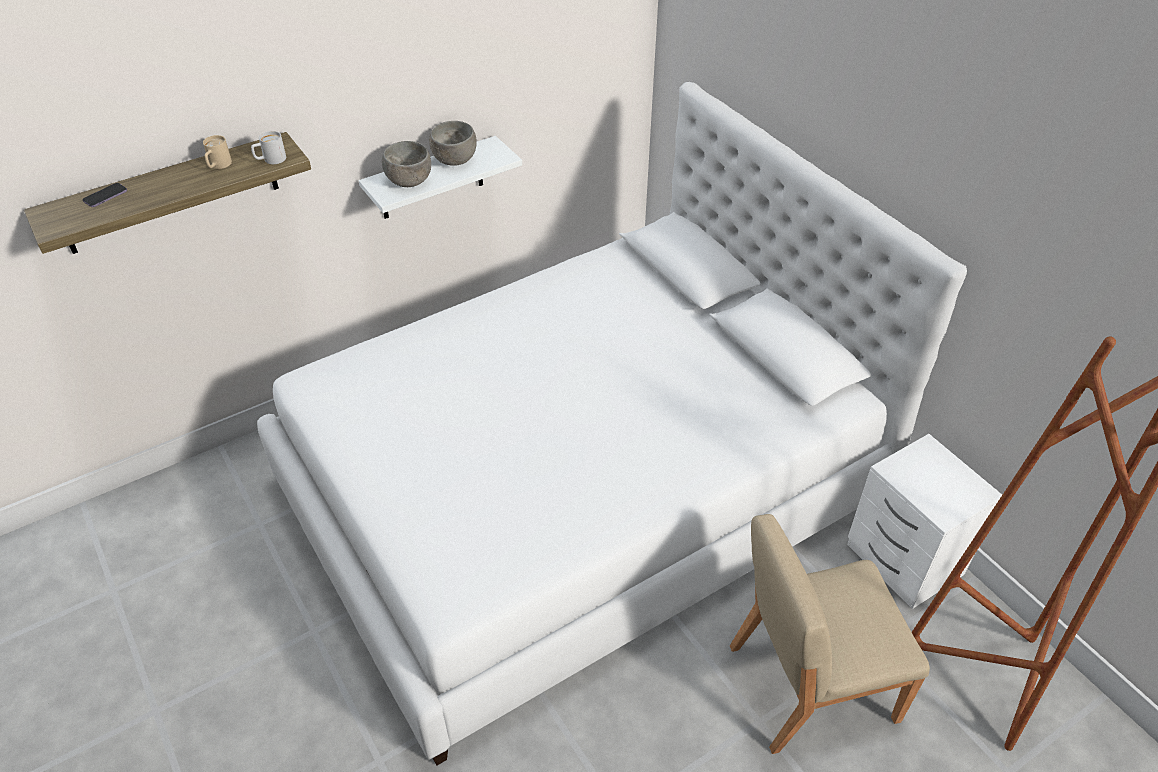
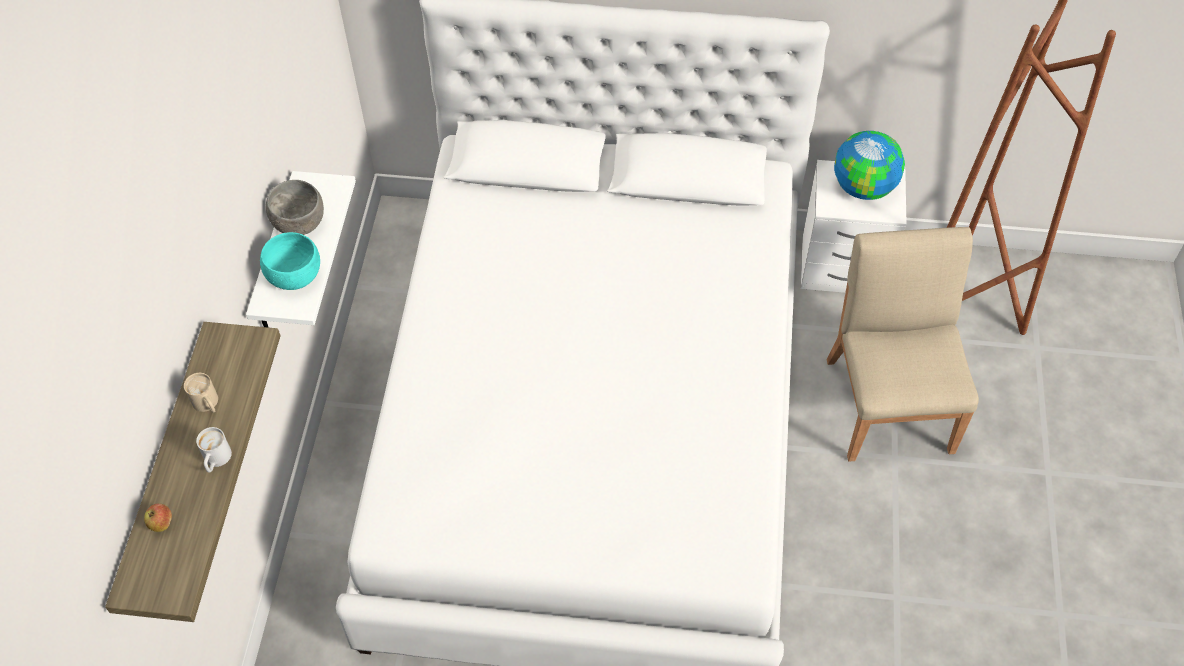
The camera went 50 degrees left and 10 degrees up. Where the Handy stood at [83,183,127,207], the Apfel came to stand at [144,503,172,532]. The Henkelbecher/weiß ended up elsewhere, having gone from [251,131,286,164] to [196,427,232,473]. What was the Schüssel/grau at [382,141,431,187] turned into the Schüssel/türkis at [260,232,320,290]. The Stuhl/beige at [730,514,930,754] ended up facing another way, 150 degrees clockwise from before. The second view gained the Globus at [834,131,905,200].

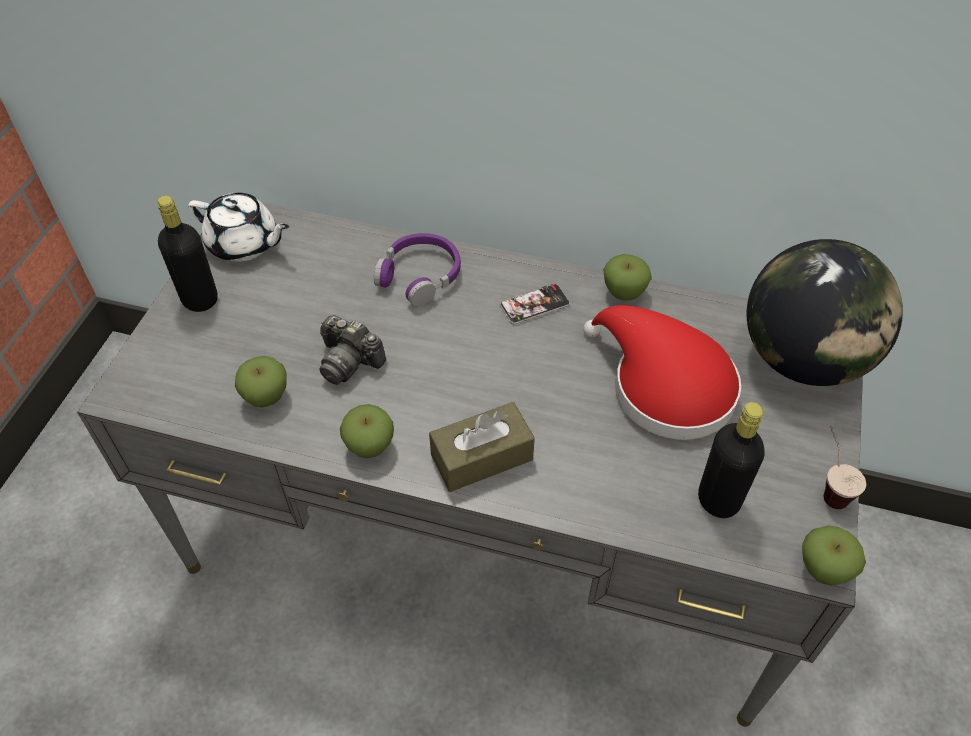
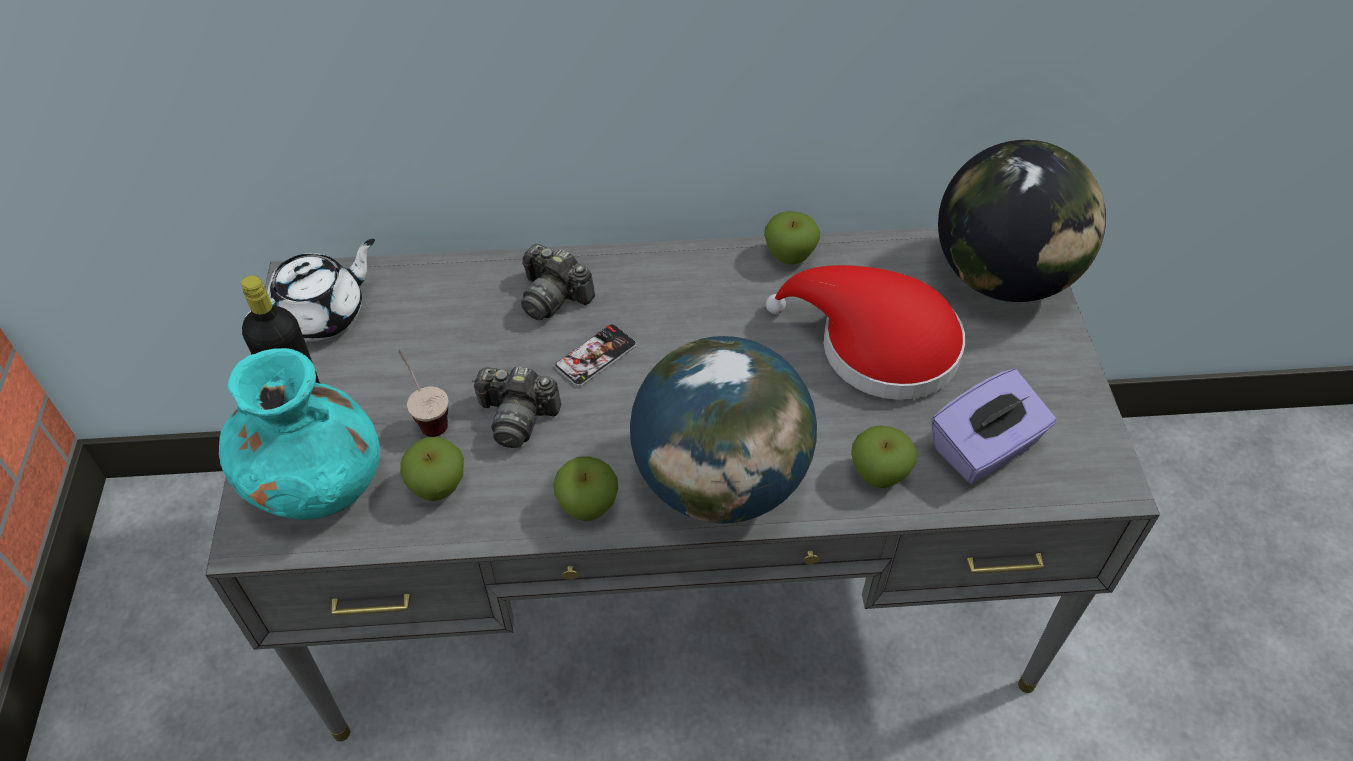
The camera went 20 degrees left and 0 degrees up. The Teekanne/weiß at [188,192,289,262] ended up facing another way, 45 degrees counterclockwise from before. Where the Kopfhörer/lila stood at [374,233,461,307], the Kamera came to stand at [521,244,595,320]. Where the Taschentuchbox/braun stood at [429,402,535,492], the Globus came to stand at [630,336,817,523]. The Handy ended up elsewhere, having gone from [500,284,570,324] to [555,324,637,387]. Where the Flasche/schwarz stood at [698,402,765,518], the Taschentuchbox/lila came to stand at [931,369,1056,484]. The Apfel ended up elsewhere, having gone from [802,525,866,585] to [851,425,917,488]. The Tasse ended up elsewhere, having gone from [823,425,866,509] to [398,350,449,437]. The second view gained the Vase/türkis at [219,348,380,520].

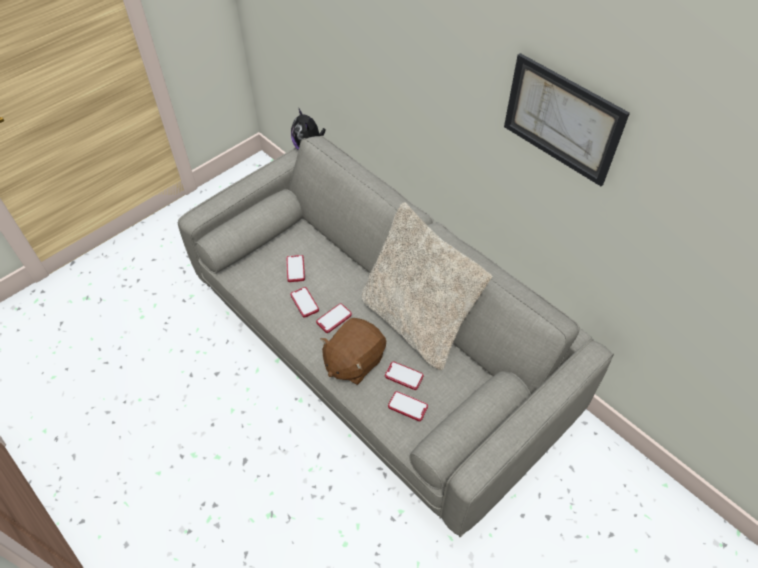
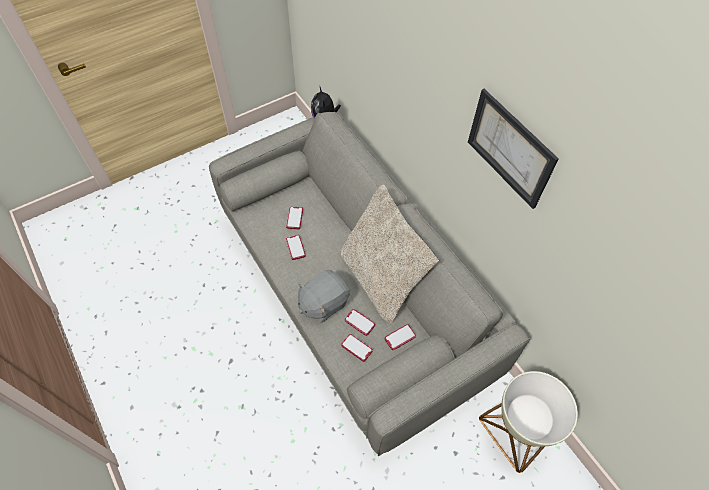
The camera went 10 degrees right and 5 degrees up. The Handy ended up elsewhere, having gone from [316,304,352,333] to [385,324,416,350]. What was the Plüschtier/braun at [320,318,386,385] turned into the Plüschtier/grau at [298,270,350,323]. The second view gained the Pflanzkübel at [479,371,578,473].

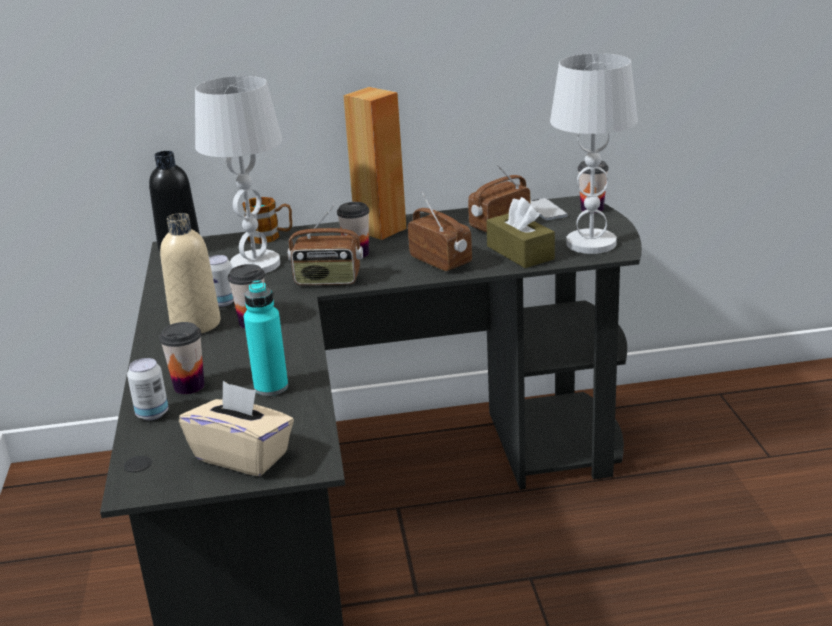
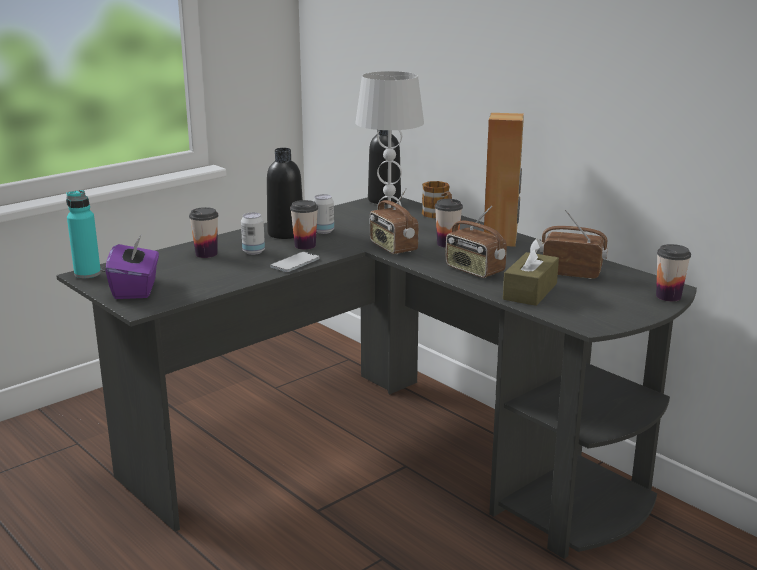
The camera went 55 degrees right and 5 degrees down. The Dose ended up elsewhere, having gone from [127,358,168,420] to [241,212,265,255]. What was the Flasche/beige at [160,213,221,333] turned into the Flasche/schwarz at [267,148,303,239]. What was the Taschentuchbox/beige at [179,381,294,476] turned into the Taschentuchbox/lila at [106,234,159,299]. The Flasche/türkis ended up elsewhere, having gone from [244,280,288,396] to [66,190,101,278]. The Radio at [408,192,472,271] ended up facing another way, 120 degrees clockwise from before. The Handy ended up elsewhere, having gone from [530,198,568,220] to [270,252,320,272]. The second view lost the Tischlampe/weiß at [550,53,638,254].

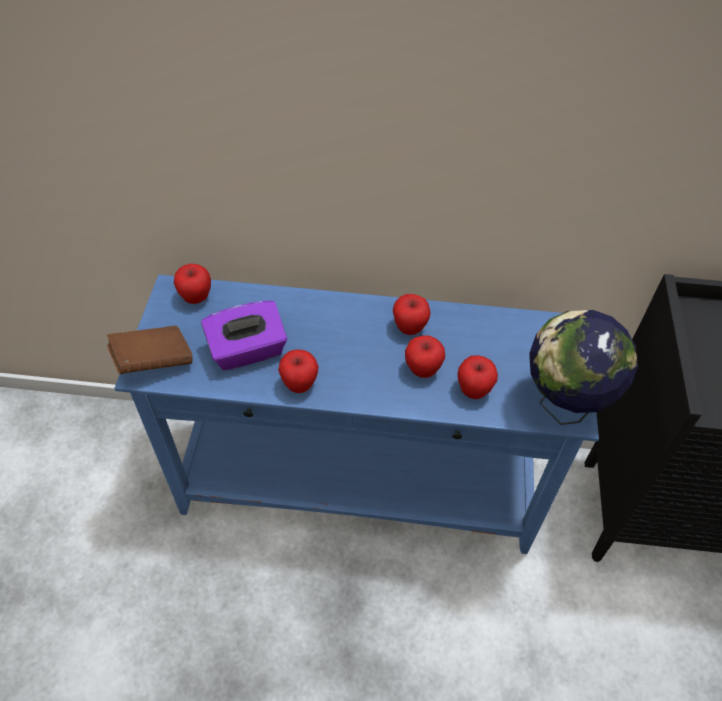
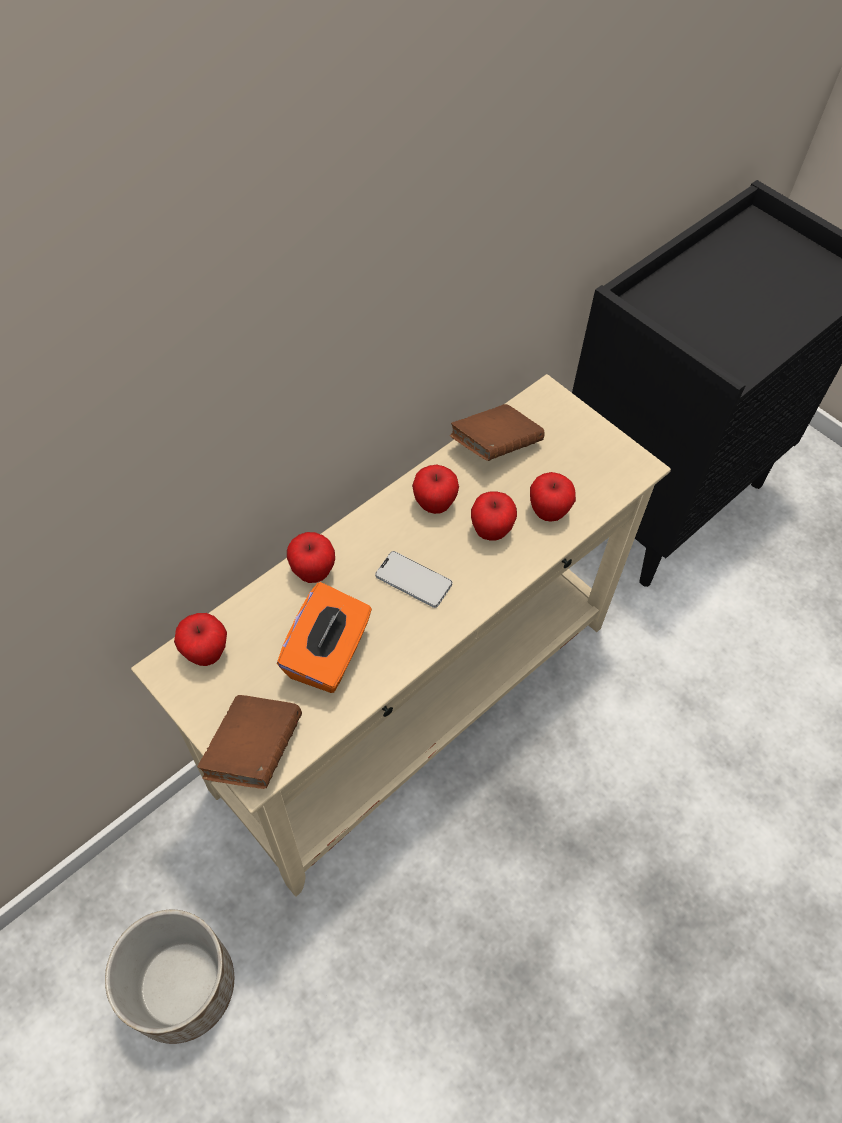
The camera went 50 degrees left and 5 degrees up. What was the Konsolentisch/blau at [114,275,599,554] turned into the Konsolentisch/beige at [131,374,671,897]. What was the Taschentuchbox/lila at [201,301,287,371] turned into the Taschentuchbox/orange at [277,582,372,693]. The Apfel ended up elsewhere, having gone from [278,349,318,393] to [287,532,335,583]. The second view lost the Globus at [529,310,638,425]. The second view gained the Pflanzkübel at [105,910,234,1044]. The second view gained the Handy at [375,551,452,608]. The second view gained the Buch/braun at [450,404,545,461].

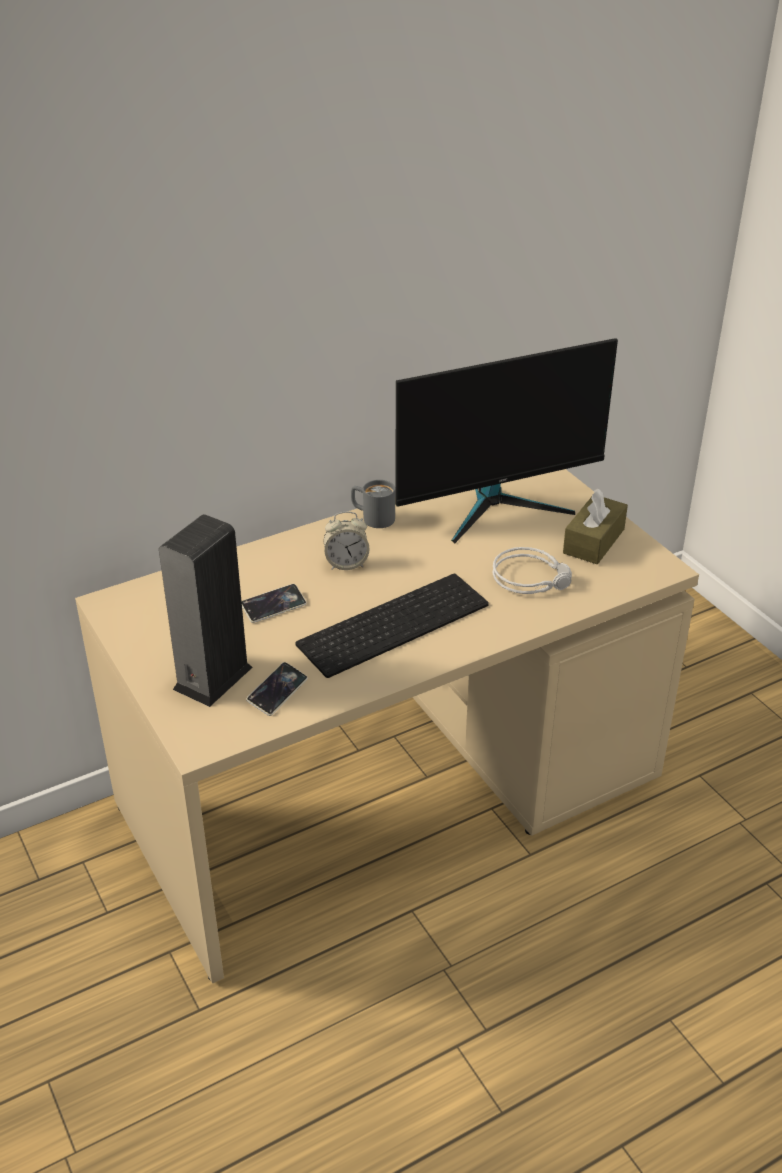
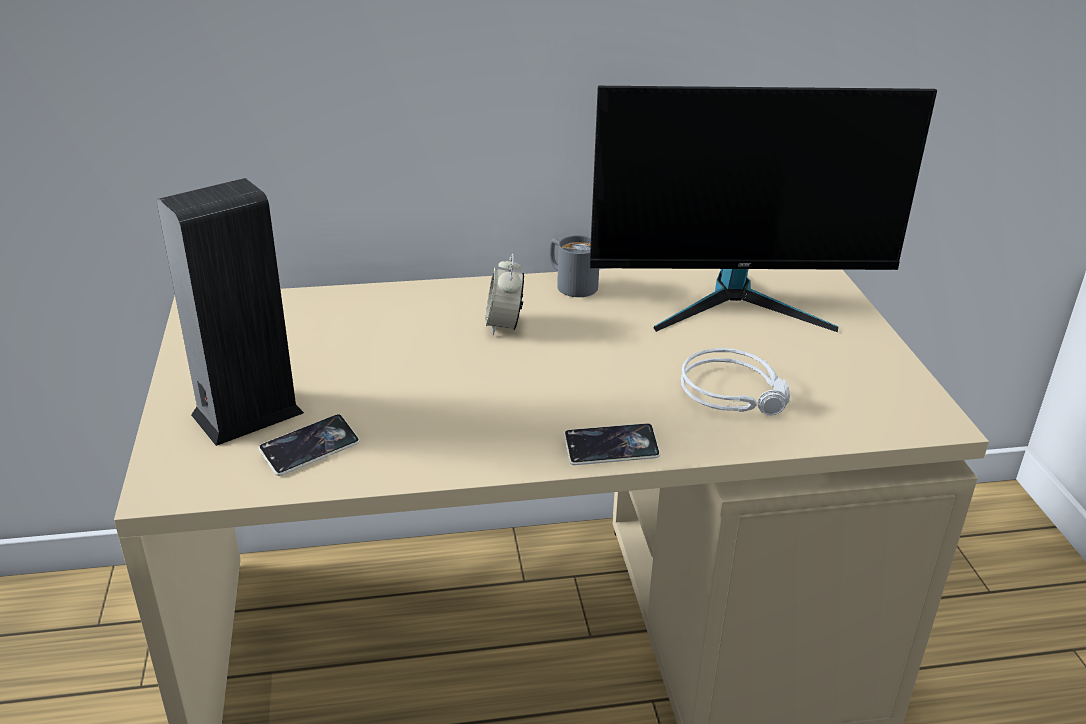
The camera went 20 degrees right and 5 degrees down. The Handy ended up elsewhere, having gone from [242,584,306,623] to [564,423,660,465]. The second view lost the Tastatur at [296,574,489,678]. The Wecker at [324,512,370,570] ended up facing another way, 75 degrees clockwise from before. The second view lost the Taschentuchbox/braun at [563,489,628,564].

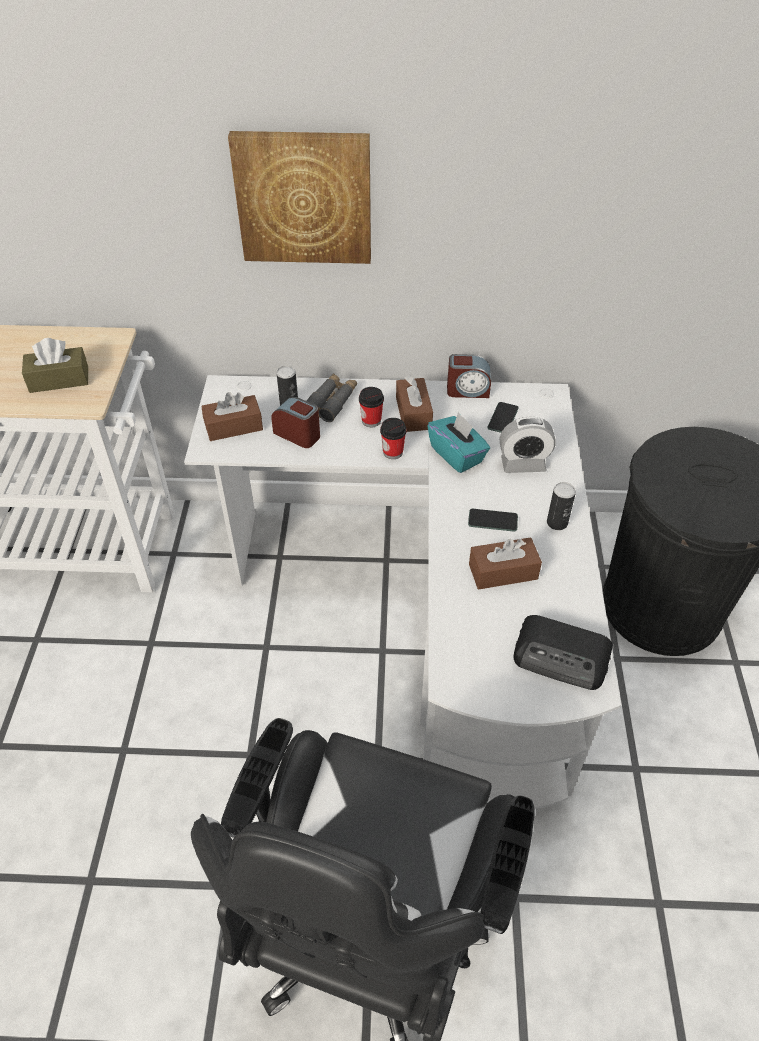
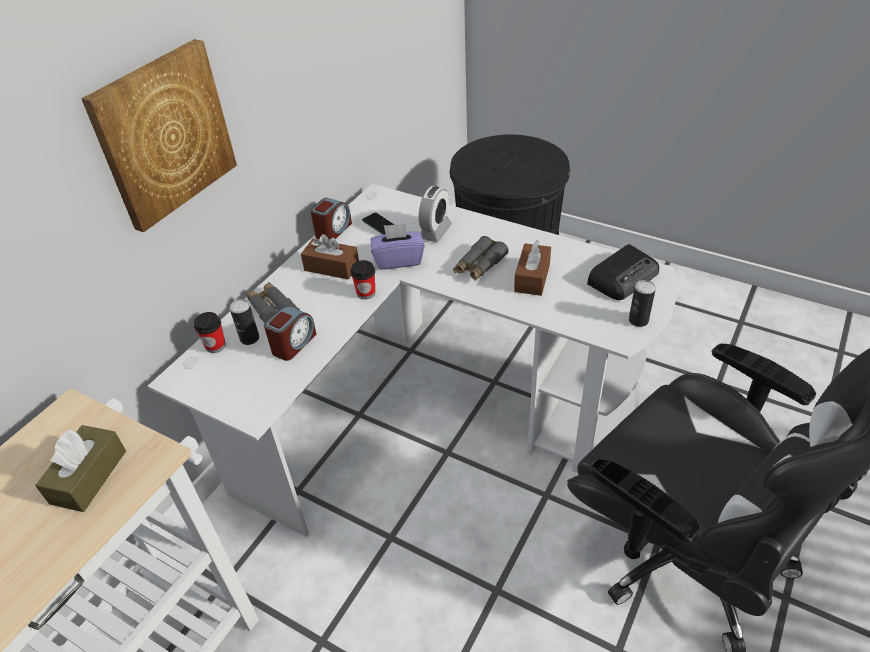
The camera went 60 degrees left and 5 degrees down. The second view lost the Taschentuchbox/braun at [201,392,263,441]. The Wecker at [272,397,320,448] ended up facing another way, 150 degrees clockwise from before. The Tasse ended up elsewhere, having gone from [359,387,384,427] to [194,312,226,353]. What was the Taschentuchbox/türkis at [427,412,490,473] turned into the Taschentuchbox/lila at [371,223,425,270]. Where the Handy stood at [468,509,518,532], the Fernglas/grau came to stand at [453,236,509,281]. The Dose ended up elsewhere, having gone from [547,482,576,530] to [629,280,656,327].

